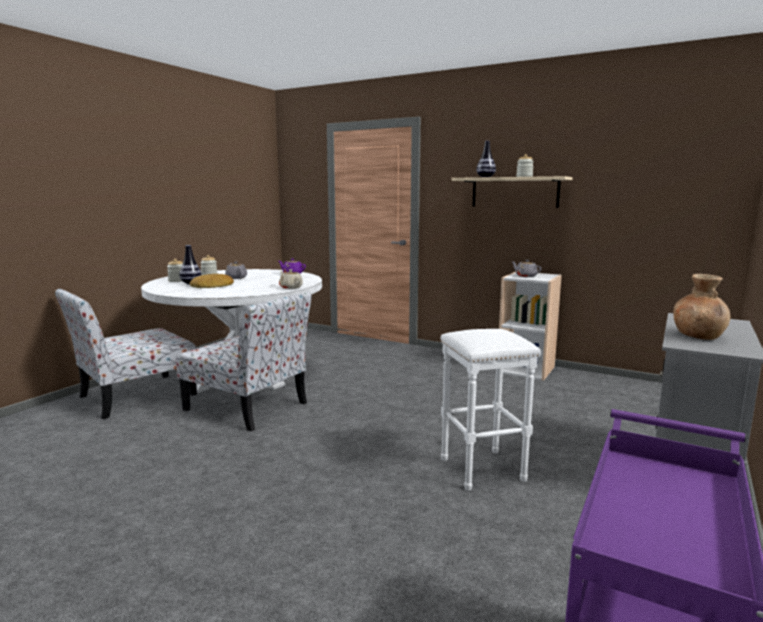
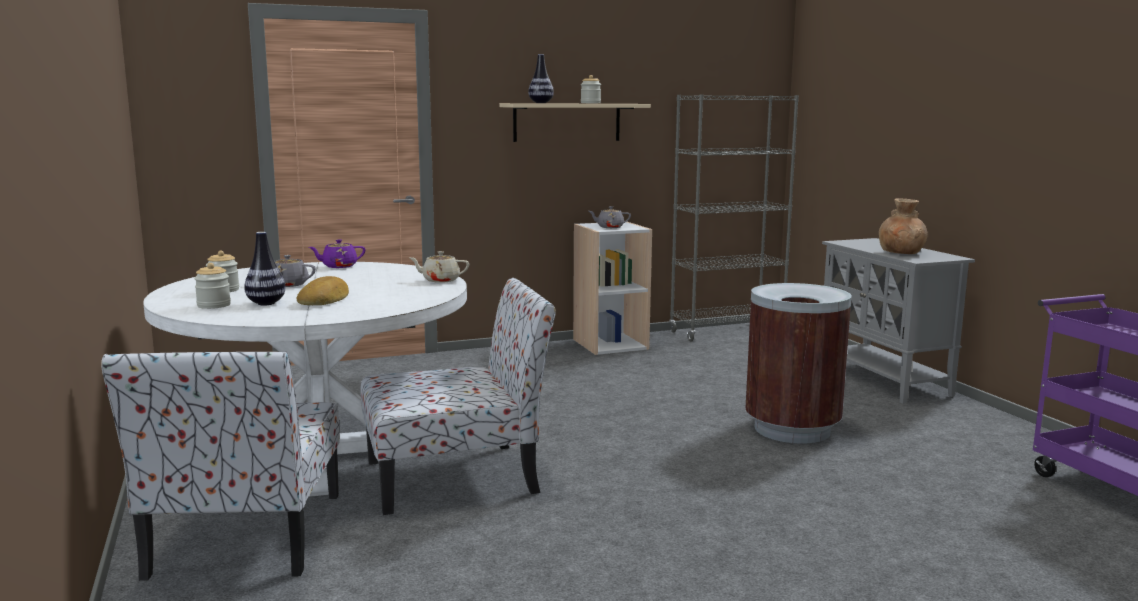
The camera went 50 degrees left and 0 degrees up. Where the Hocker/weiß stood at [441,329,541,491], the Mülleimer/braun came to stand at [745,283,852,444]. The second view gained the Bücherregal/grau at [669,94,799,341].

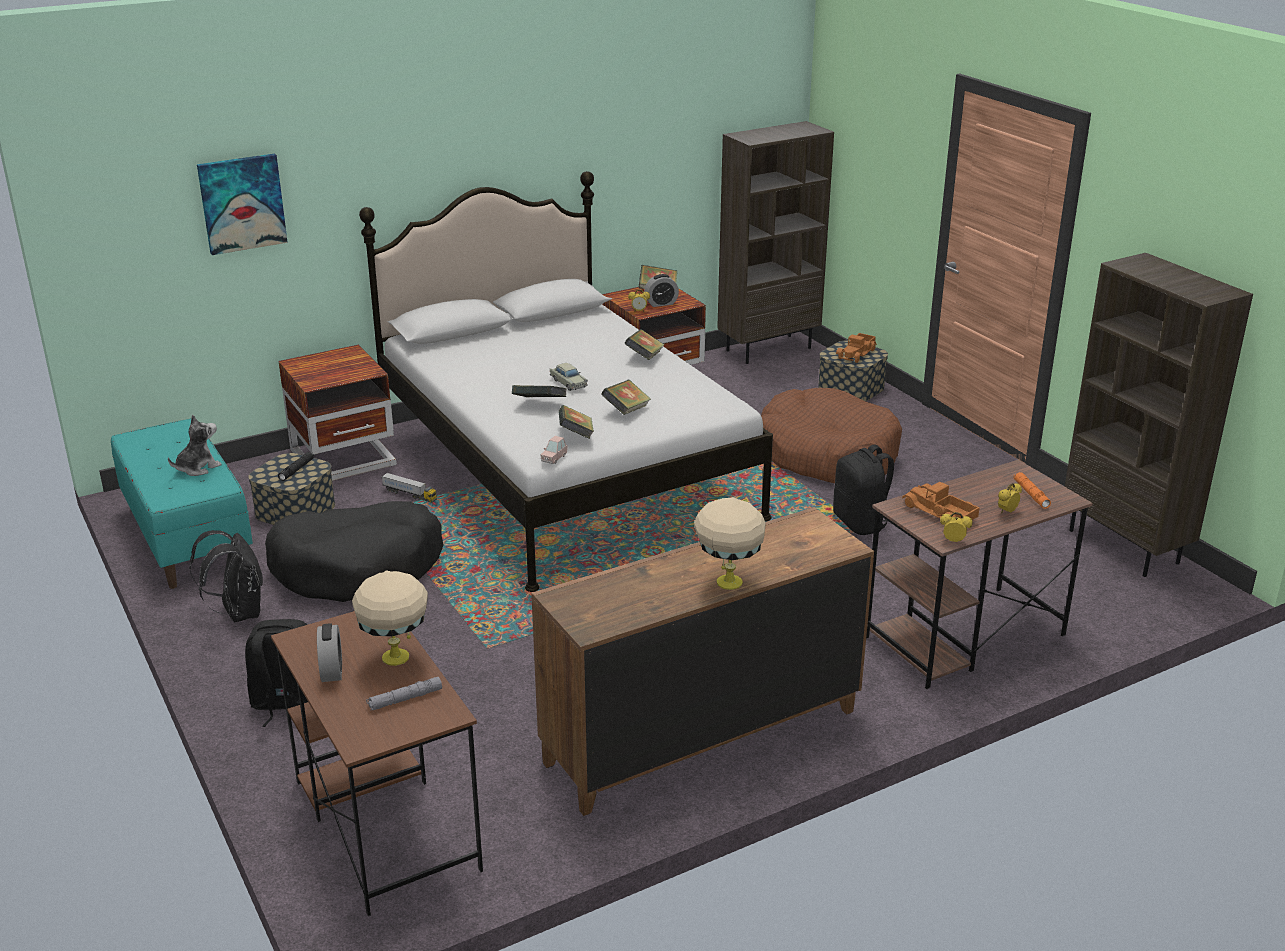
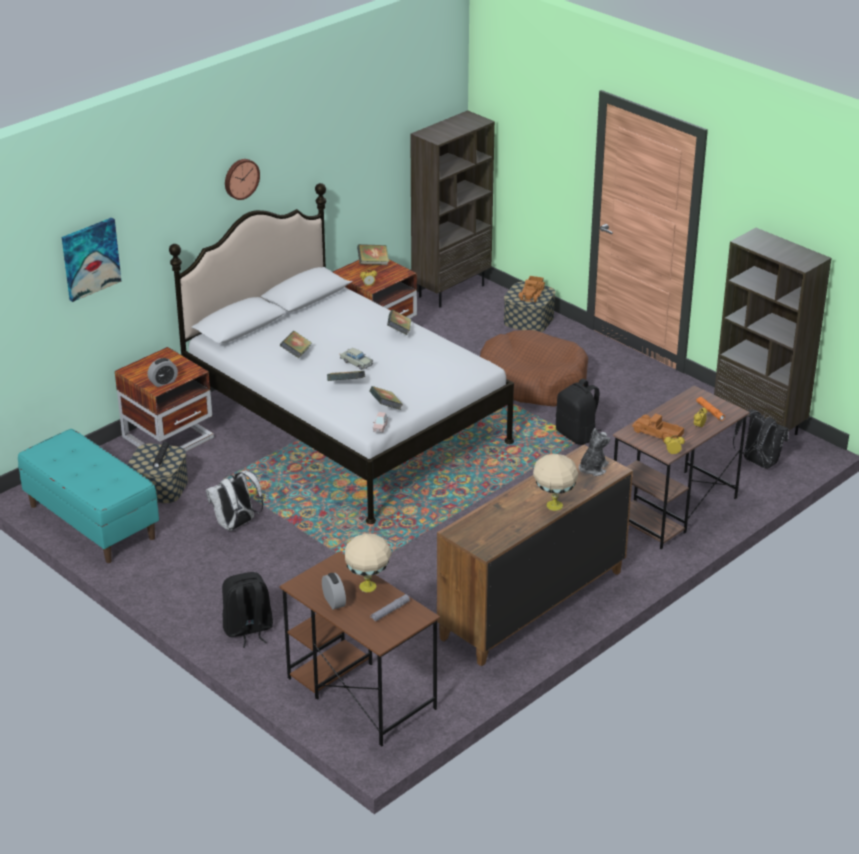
The camera went 15 degrees left and 5 degrees up. The Plüschtier ended up elsewhere, having gone from [168,415,222,476] to [579,428,610,476]. The Rucksack/schwarz ended up elsewhere, having gone from [190,530,263,622] to [733,410,789,469]. Where the Hundebett/schwarz stood at [265,501,444,602], the Rucksack/weiß came to stand at [206,470,263,531]. The second view lost the Spielzeuglaster at [382,473,437,503]. The Buch ended up elsewhere, having gone from [601,380,651,415] to [280,331,312,358]. The Wecker ended up elsewhere, having gone from [644,274,679,307] to [148,358,178,387]. The second view gained the Wanduhr at [225,159,260,200].

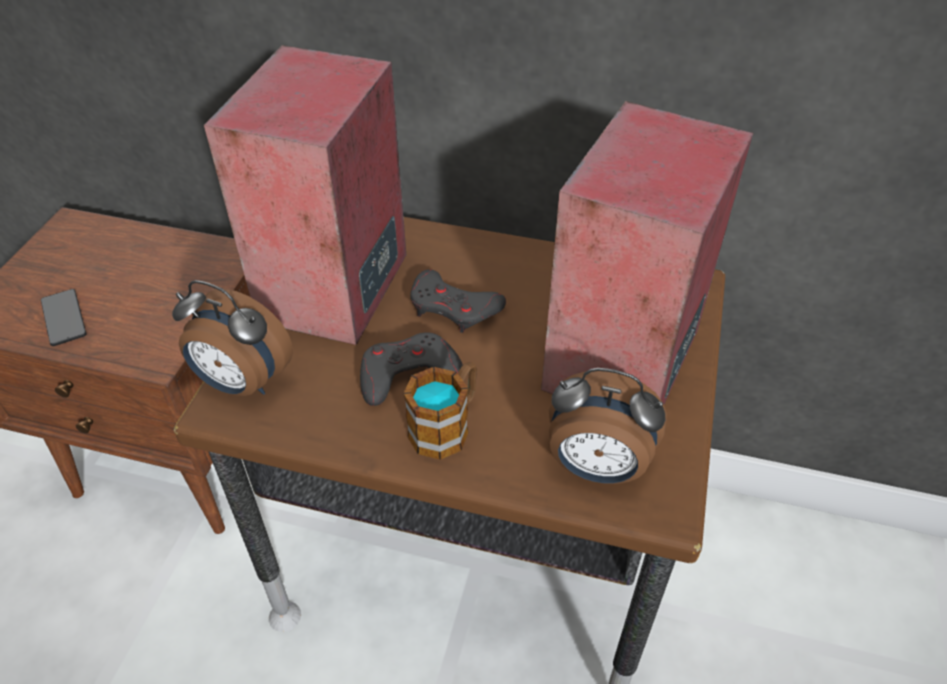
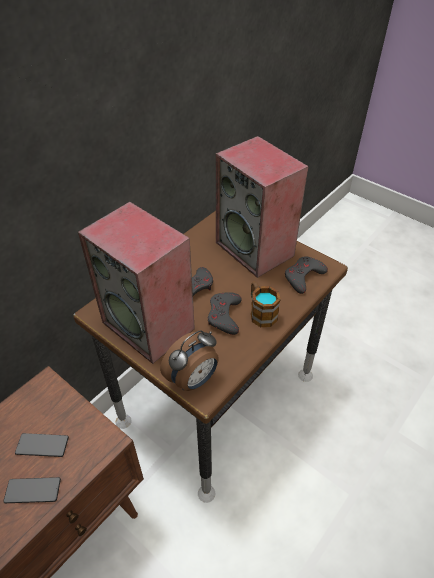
The camera went 65 degrees left and 0 degrees up. Where the Wecker stood at [549,368,667,484], the Gamepad/grau came to stand at [285,256,328,294]. The second view gained the Handy at [15,433,69,457].

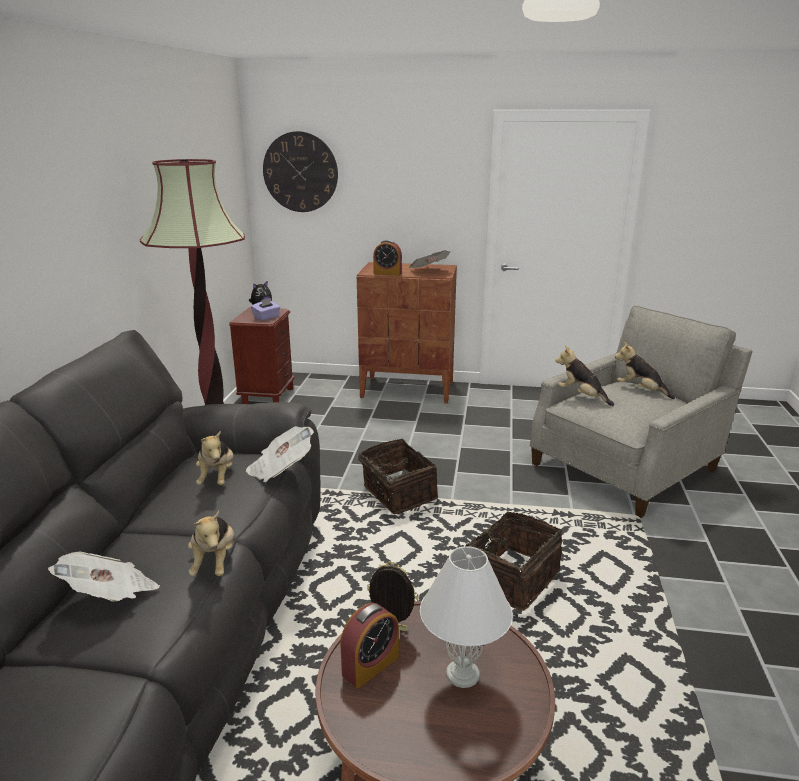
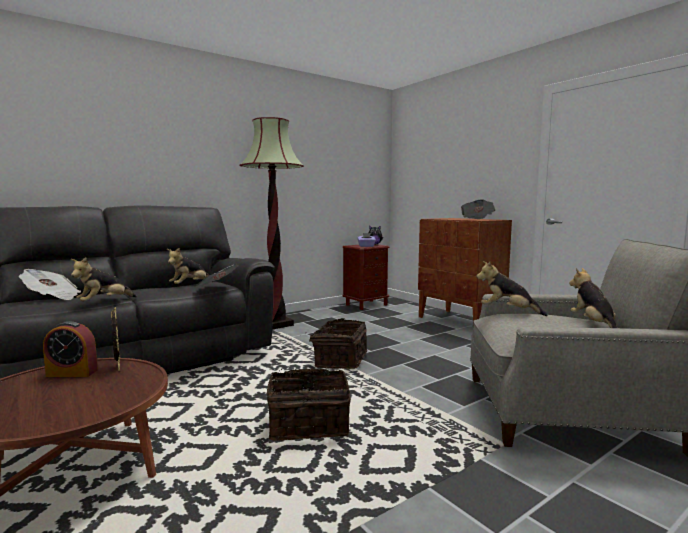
The camera went 45 degrees right and 15 degrees down. The second view lost the Wanduhr at [263,131,338,212]. The second view lost the Wecker at [373,240,402,276]. The second view lost the Tischlampe/weiß at [420,546,513,688]. The Plüschtier at [555,345,614,406] ended up facing another way, 60 degrees counterclockwise from before.

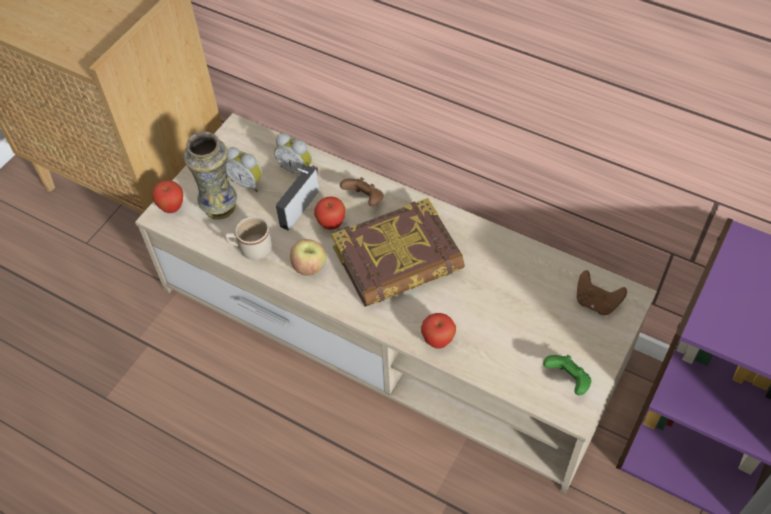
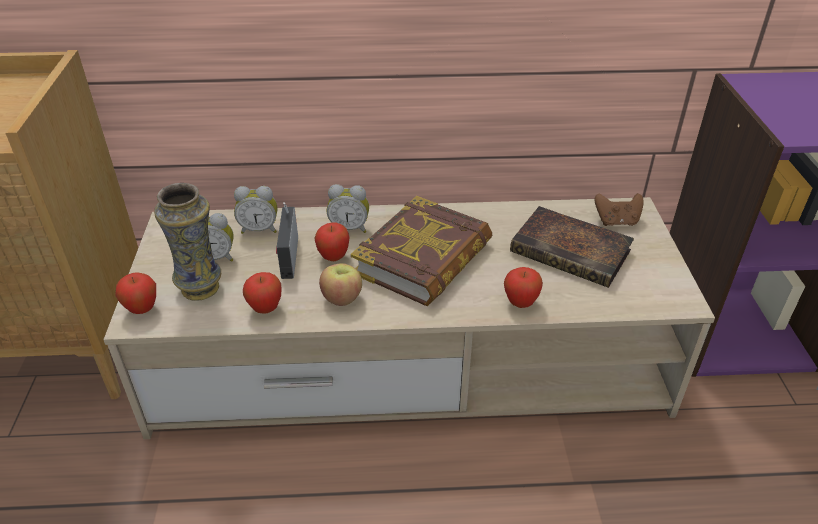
The camera went 35 degrees left and 15 degrees down. Where the Henkelbecher/beige stood at [225,216,272,260], the Apfel came to stand at [243,272,282,314]. Where the Gamepad/braun stood at [340,177,384,206], the Wecker came to stand at [327,184,369,233]. The second view lost the Gamepad/grün at [543,355,591,395]. The second view gained the Buch at [510,206,634,288].

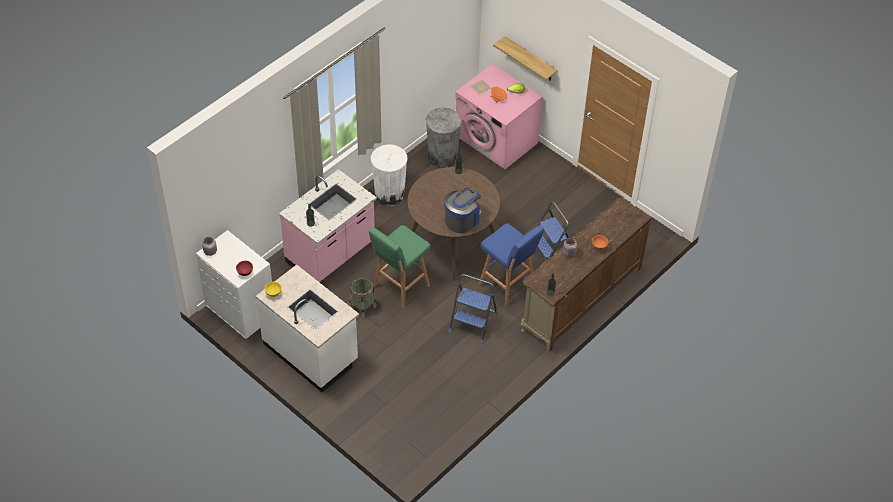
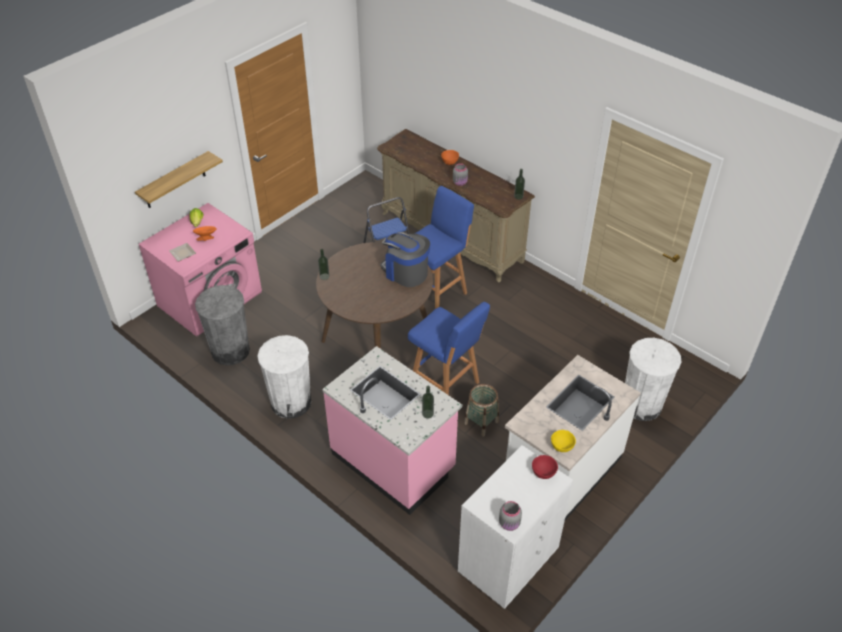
The camera went 90 degrees left and 5 degrees down. What was the Hocker/grün at [369,225,431,309] turned into the Hocker/blau at [408,302,490,395]. The second view lost the Trittleiter/blau at [448,274,497,343]. The second view gained the Mülleimer/weiß at [625,338,681,421].

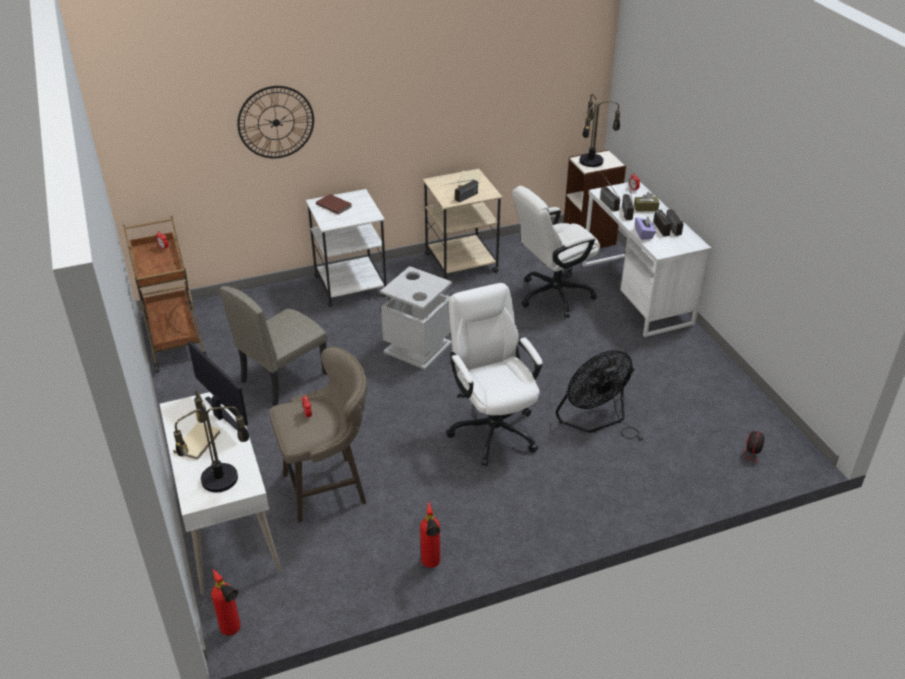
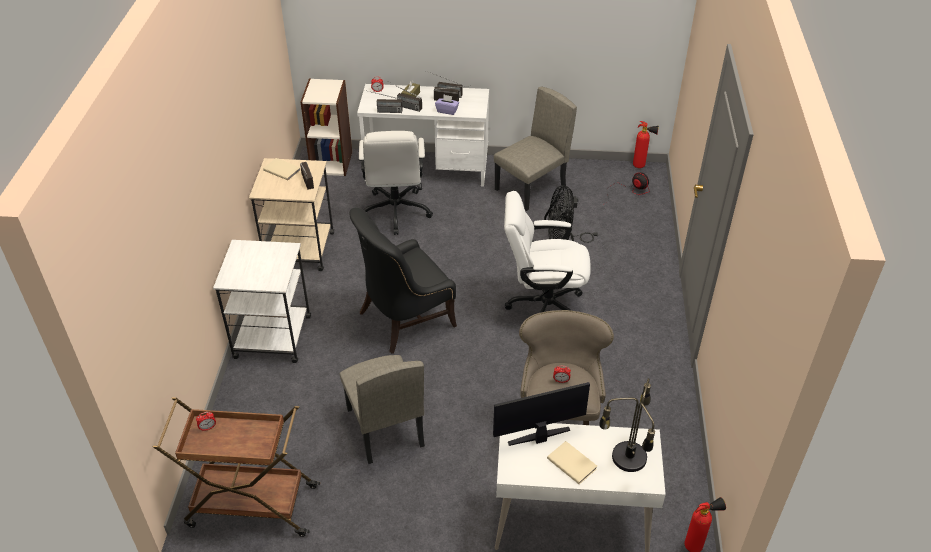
The camera went 65 degrees left and 5 degrees up. The second view lost the Wanduhr at [237,86,314,158]. The second view lost the Buch/braun at [316,194,352,215]. Where the Mülleimer/grau stood at [380,266,452,370], the Stuhl/schwarz came to stand at [350,208,457,354]. The Feuerlöscher ended up elsewhere, having gone from [420,501,440,568] to [633,121,659,168]. The second view lost the Tischlampe at [579,94,620,167]. The second view gained the Stuhl/beige at [494,87,577,211].

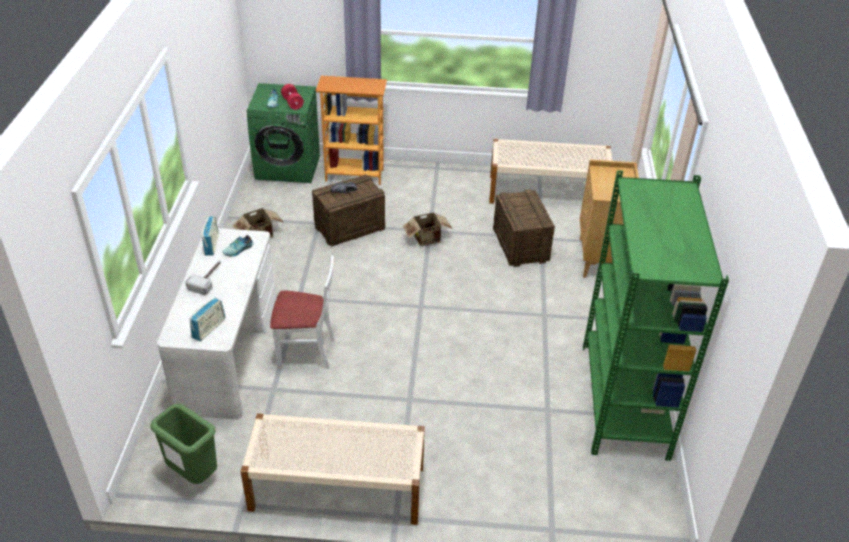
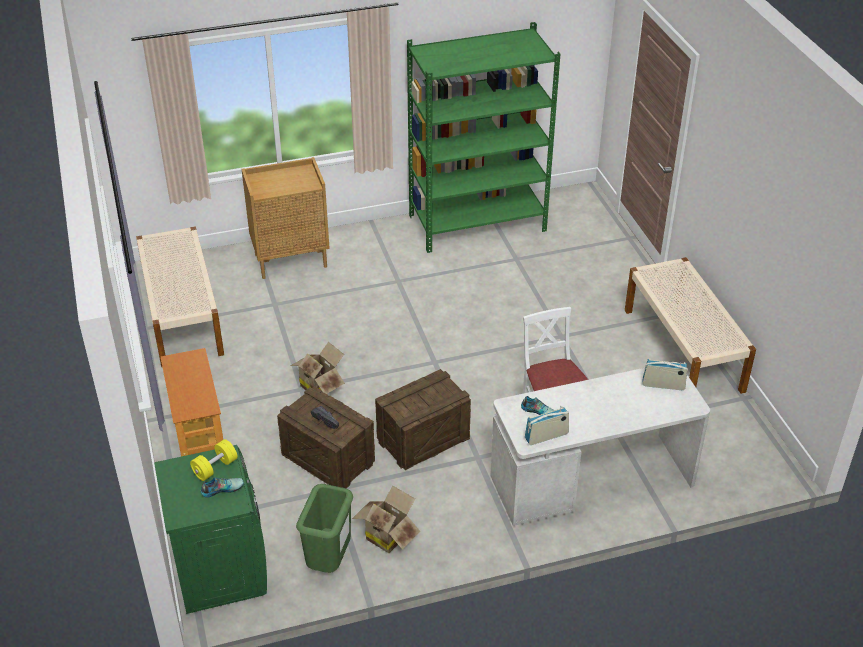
The camera went 110 degrees left and 0 degrees up. The Mülleimer/grün ended up elsewhere, having gone from [150,403,217,484] to [296,484,353,573]. The second view lost the Hammer at [185,261,221,295]. What was the Hantel/rot at [281,84,304,110] turned into the Hantel/gelb at [190,439,238,481]. The Kiste ended up elsewhere, having gone from [493,189,555,267] to [375,369,471,470].

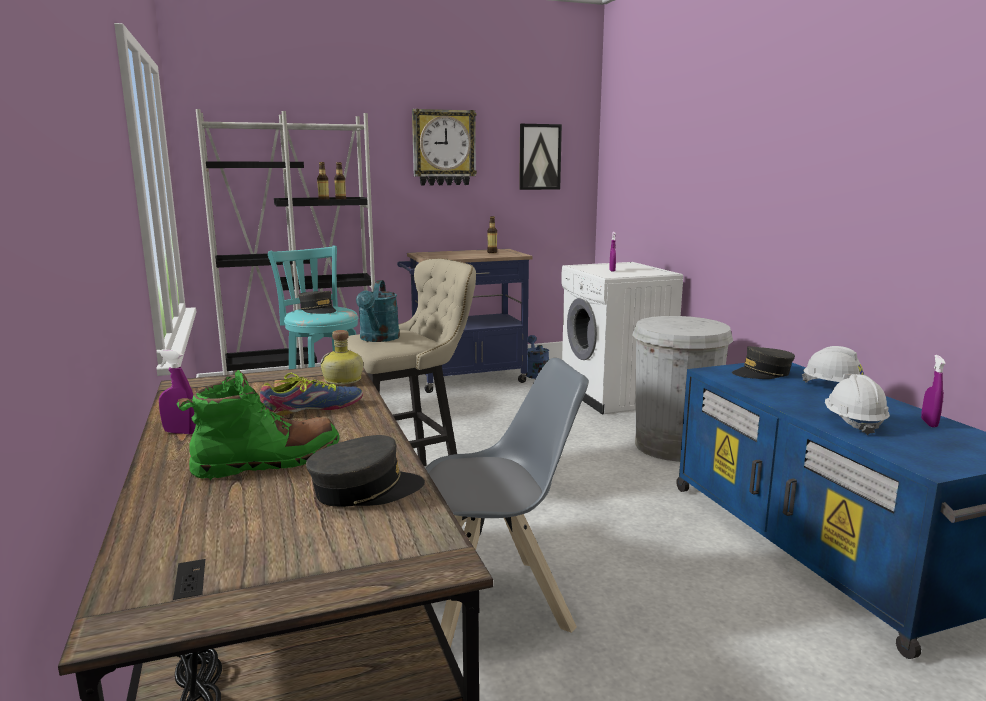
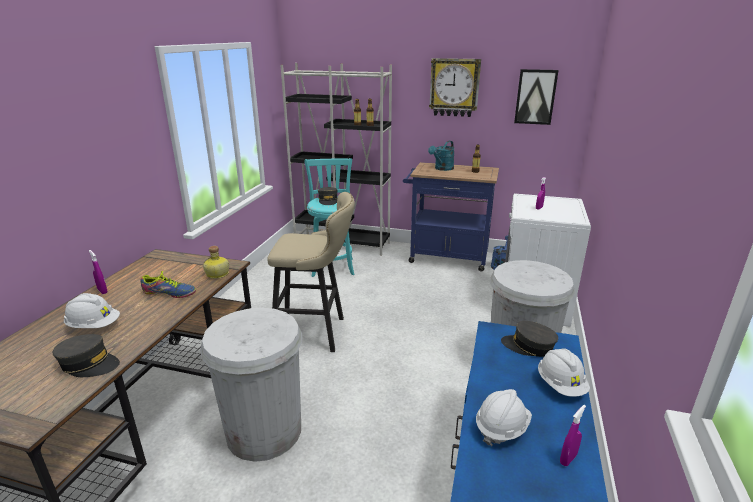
The camera went 35 degrees right and 10 degrees up. Where the Stiefel/grün stood at [177,370,340,480], the Schutzhelm/weiß came to stand at [64,293,120,328]. The Gießkanne/türkis ended up elsewhere, having gone from [356,280,400,342] to [428,141,455,171]. Where the Stuhl/grau stood at [425,358,589,648], the Mülleimer/weiß came to stand at [200,308,302,462].

